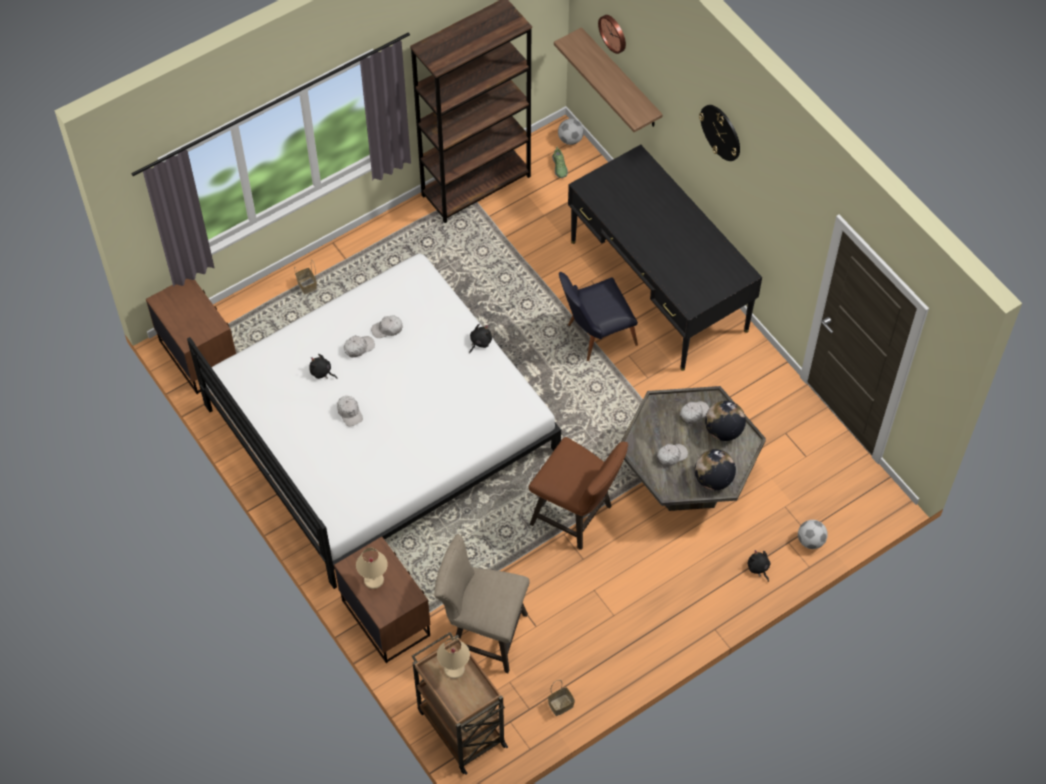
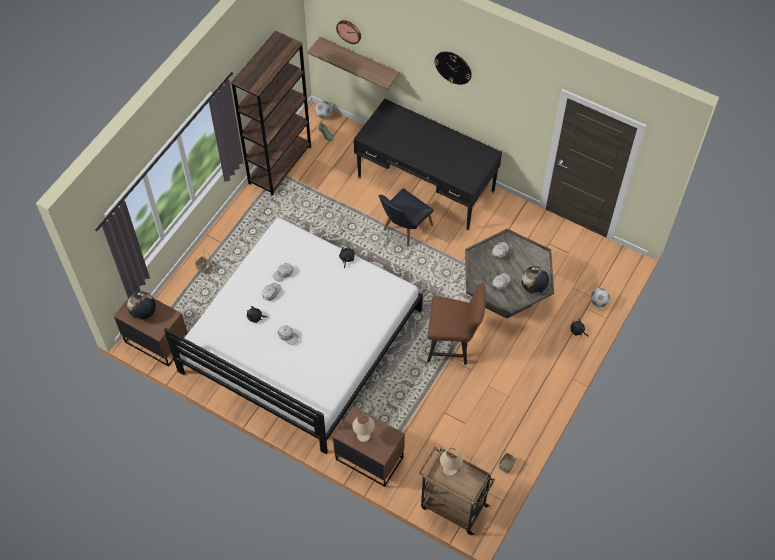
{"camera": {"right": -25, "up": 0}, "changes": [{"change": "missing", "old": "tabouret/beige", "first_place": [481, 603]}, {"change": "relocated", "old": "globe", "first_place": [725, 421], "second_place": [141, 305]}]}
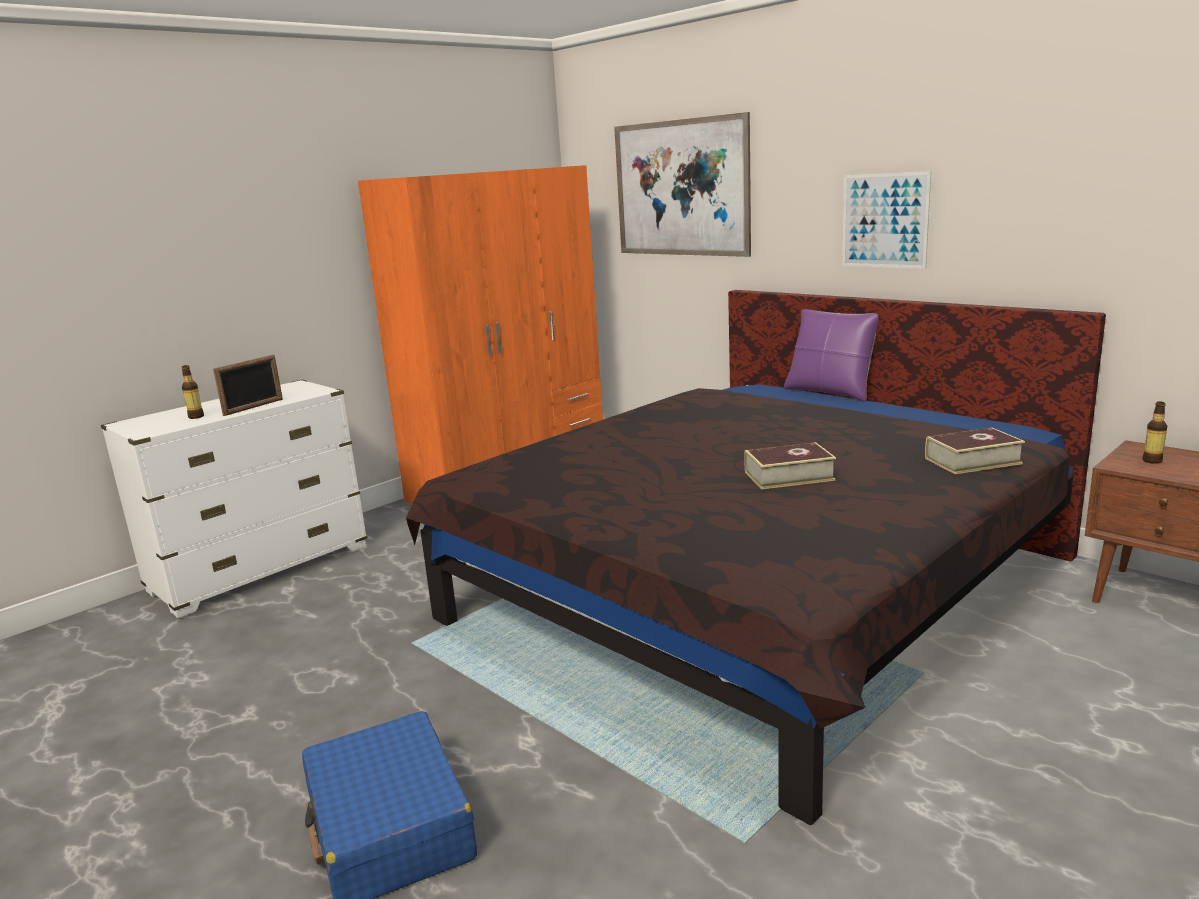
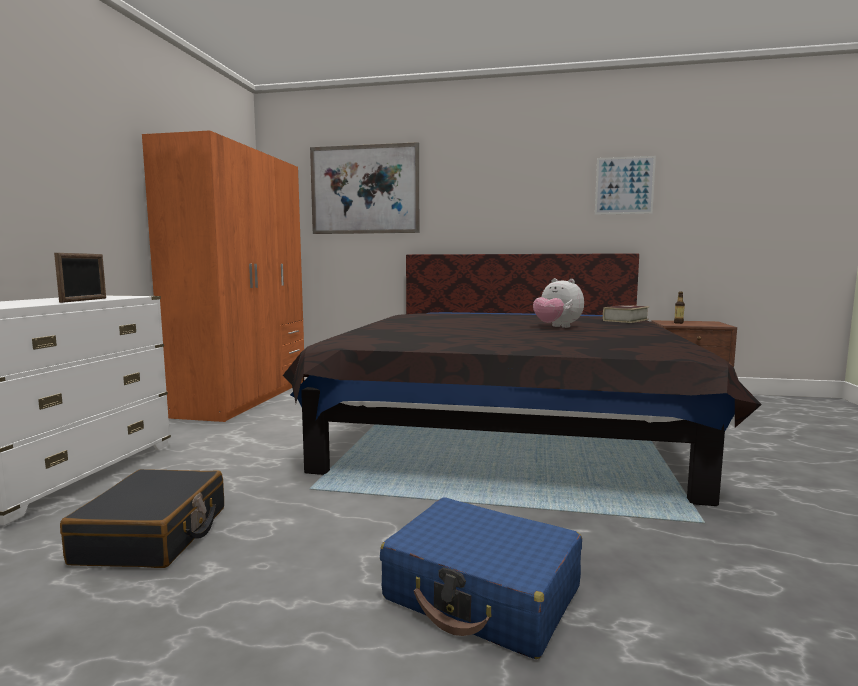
{"camera": {"right": -35, "up": -10}, "changes": [{"change": "missing", "old": "bouteille", "first_place": [193, 392]}, {"change": "missing", "old": "coussin/violet", "first_place": [831, 355]}, {"change": "appeared", "new": "valise/noir", "second_place": [142, 518]}, {"change": "relocated", "old": "tableau", "first_place": [886, 220], "second_place": [625, 185]}, {"change": "exchanged", "old": "livre", "new": "peluche", "first_place": [790, 465], "second_place": [558, 303]}]}
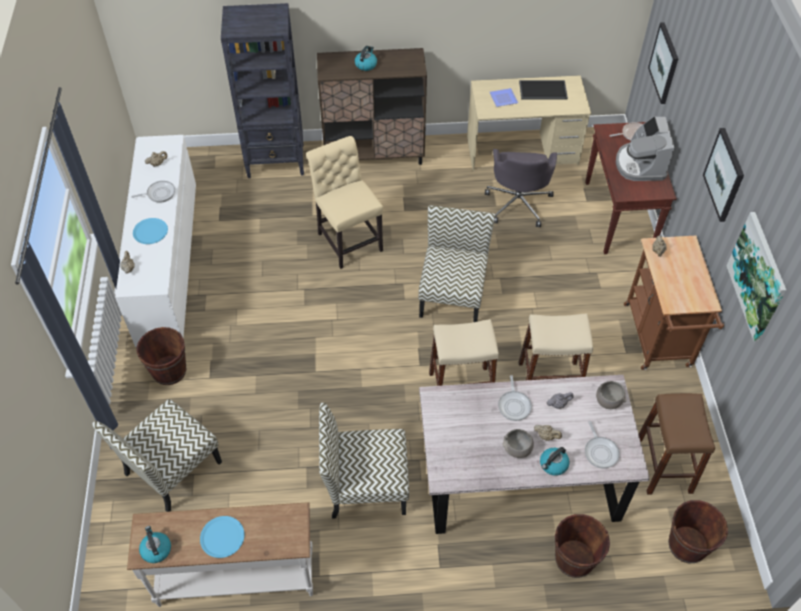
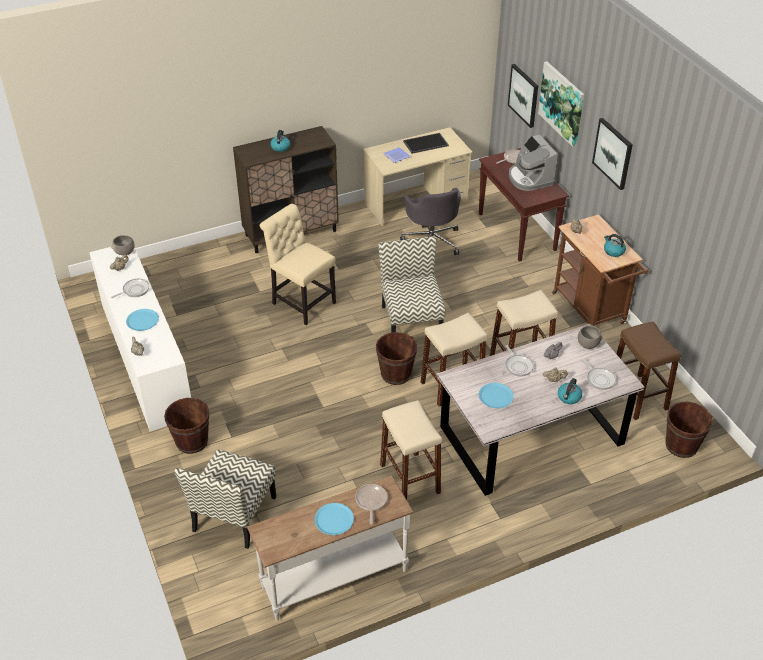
{"camera": {"right": -20, "up": -10}, "changes": [{"change": "missing", "old": "bibliothèque/noir", "first_place": [262, 90]}, {"change": "appeared", "new": "poêle", "second_place": [371, 504]}, {"change": "appeared", "new": "assiette/bleu", "second_place": [496, 395]}, {"change": "relocated", "old": "bouilloire", "first_place": [155, 544], "second_place": [615, 245]}, {"change": "relocated", "old": "bol/gris", "first_place": [518, 443], "second_place": [123, 245]}, {"change": "relocated", "old": "seau/marron", "first_place": [582, 546], "second_place": [396, 358]}, {"change": "relocated", "old": "tableau", "first_place": [756, 277], "second_place": [561, 105]}, {"change": "exchanged", "old": "chaise", "new": "tabouret/beige", "first_place": [364, 461], "second_place": [411, 450]}]}
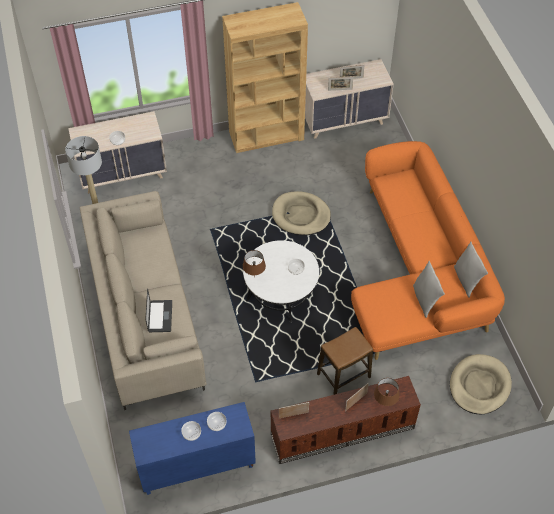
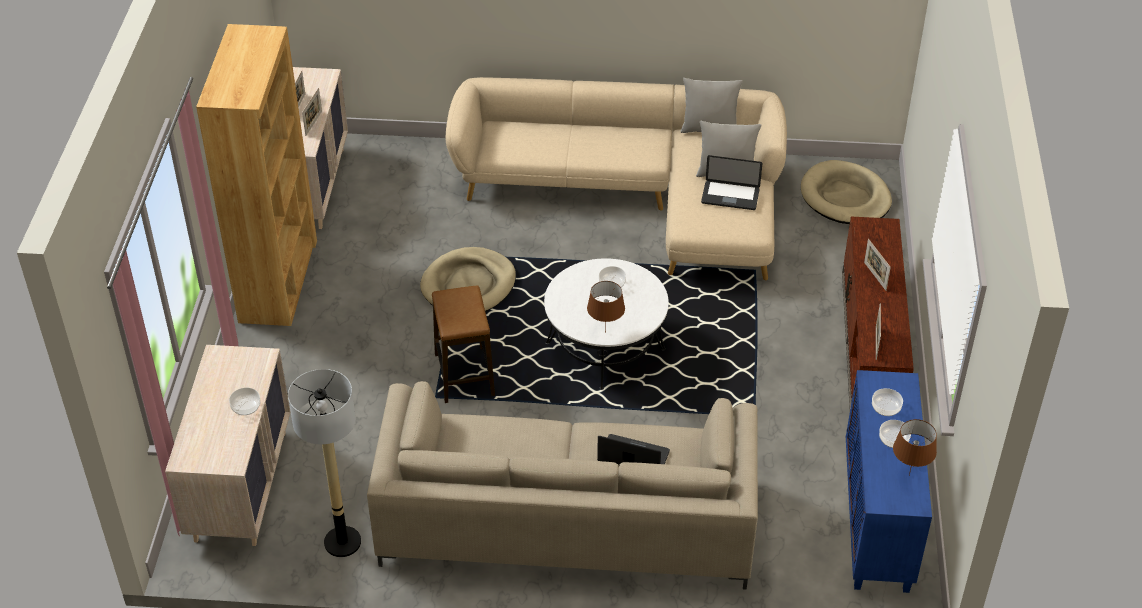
{"camera": {"right": -70, "up": -10}, "changes": [{"change": "appeared", "new": "ordinateur portable", "second_place": [731, 182]}, {"change": "relocated", "old": "tabouret", "first_place": [345, 361], "second_place": [463, 344]}, {"change": "relocated", "old": "lampe de table/marron", "first_place": [387, 392], "second_place": [915, 447]}, {"change": "colour", "old": "canapé/orange", "new": "canapé/beige", "first_place": [428, 250], "second_place": [616, 178]}]}
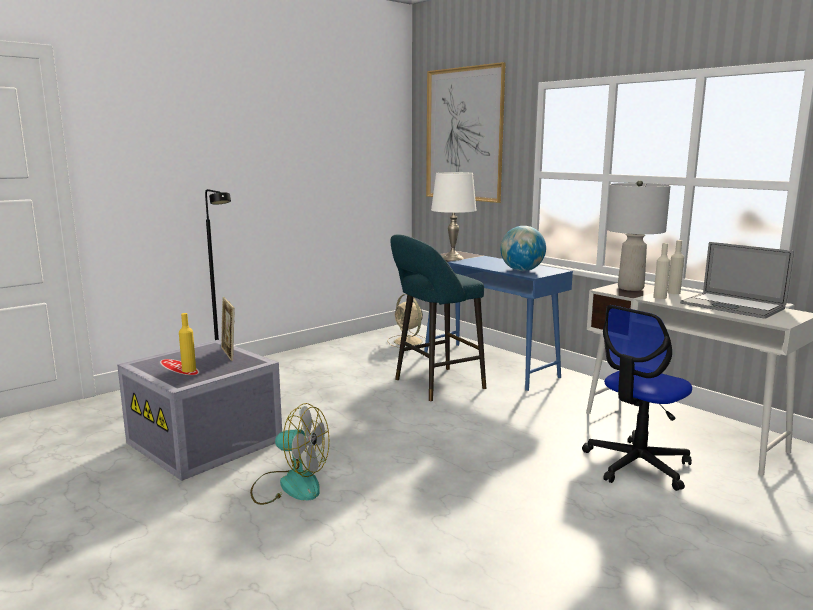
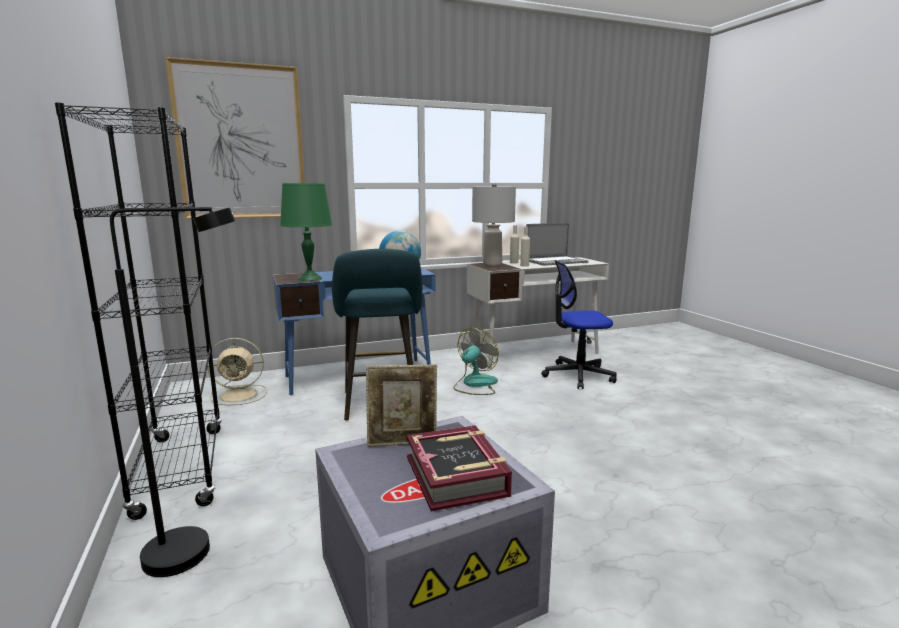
{"camera": {"right": -70, "up": 0}, "changes": [{"change": "appeared", "new": "bibliothèque/noir", "second_place": [138, 311]}, {"change": "relocated", "old": "ventilateur", "first_place": [289, 454], "second_place": [476, 361]}, {"change": "exchanged", "old": "bouteille/jaune", "new": "livre", "first_place": [187, 342], "second_place": [459, 468]}, {"change": "colour", "old": "lampe de table/blanc", "new": "lampe de table/vert", "first_place": [454, 216], "second_place": [306, 232]}, {"change": "spun", "old": "chaise de bureau", "first_place": [637, 398], "second_place": [579, 324], "degrees": 105}]}
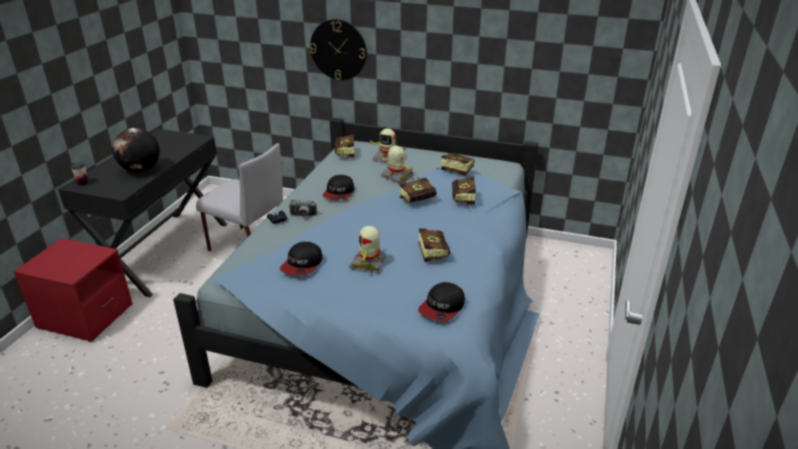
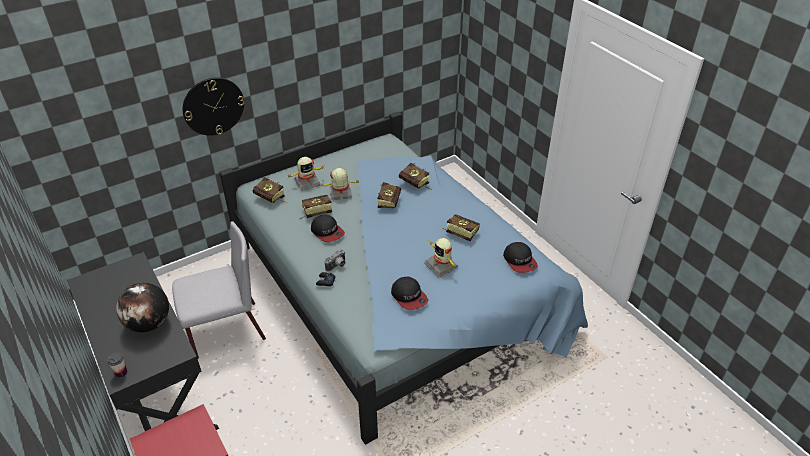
{"camera": {"right": -50, "up": 10}, "changes": [{"change": "relocated", "old": "livre", "first_place": [456, 164], "second_place": [315, 207]}]}
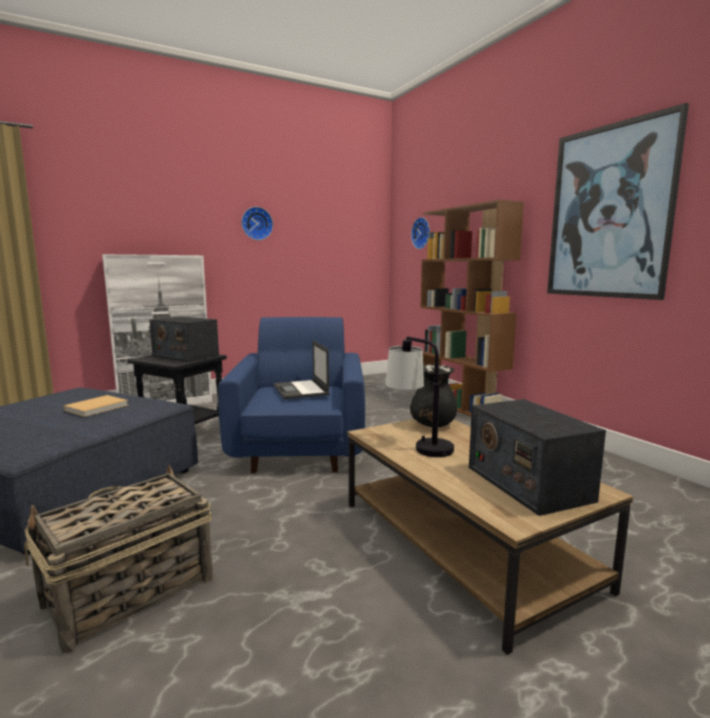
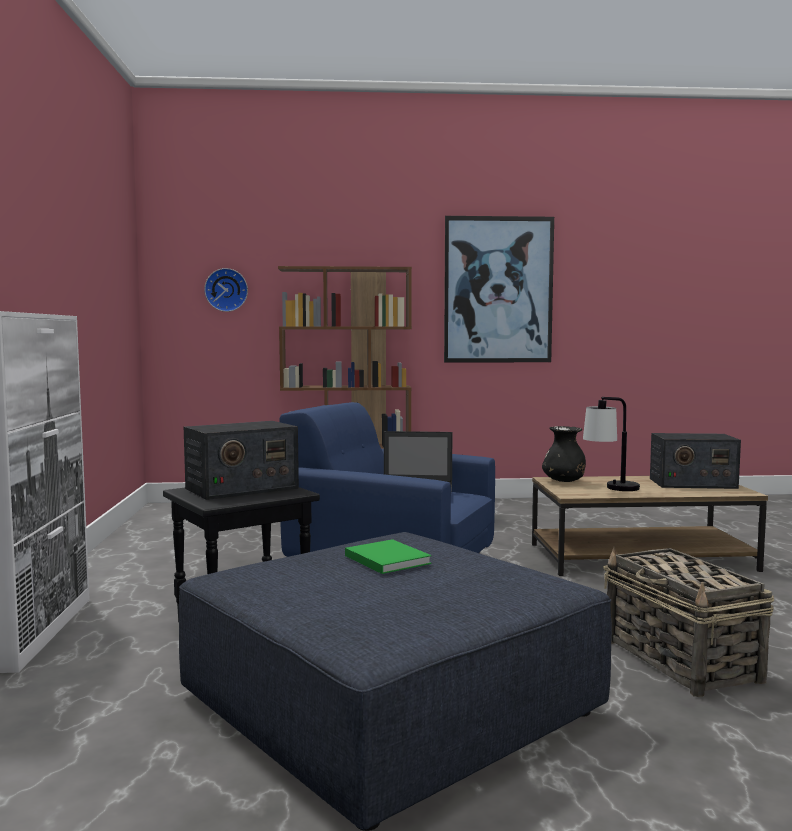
{"camera": {"right": -65, "up": -5}, "changes": [{"change": "missing", "old": "horloge murale", "first_place": [257, 223]}, {"change": "colour", "old": "livre/beige", "new": "livre/vert", "first_place": [96, 406], "second_place": [388, 556]}]}
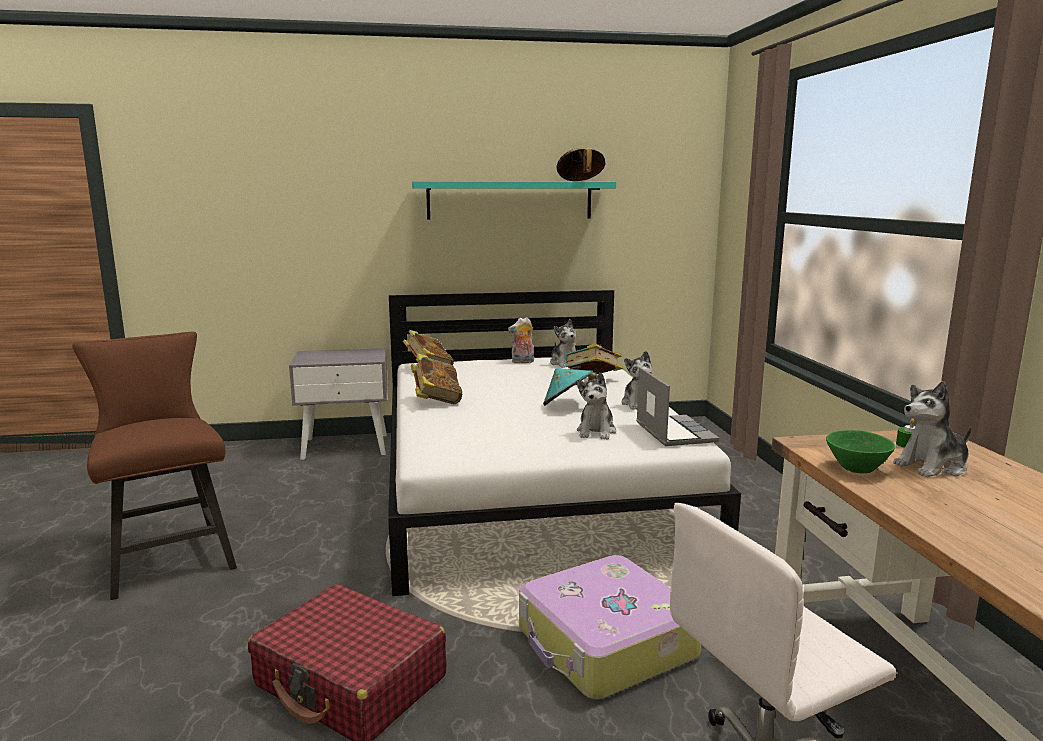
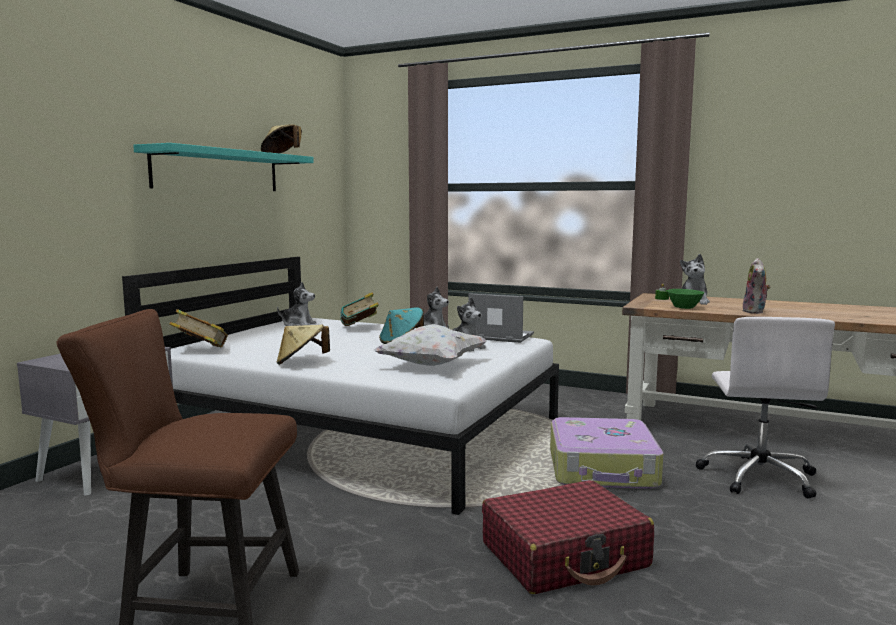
{"camera": {"right": -55, "up": -5}, "changes": [{"change": "appeared", "new": "coussin/blanc", "second_place": [430, 345]}, {"change": "relocated", "old": "peluche", "first_place": [521, 340], "second_place": [757, 286]}, {"change": "exchanged", "old": "livre", "new": "chapeau/beige", "first_place": [436, 378], "second_place": [303, 344]}]}
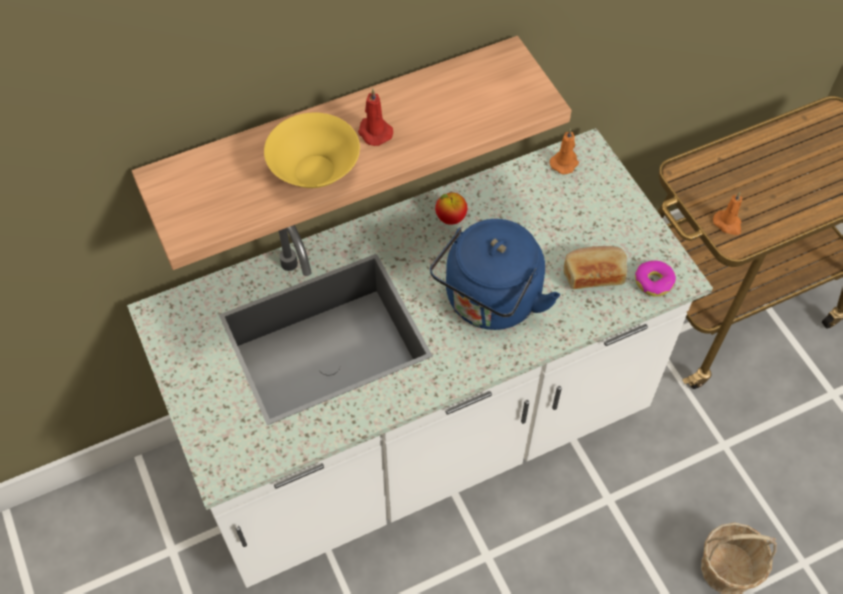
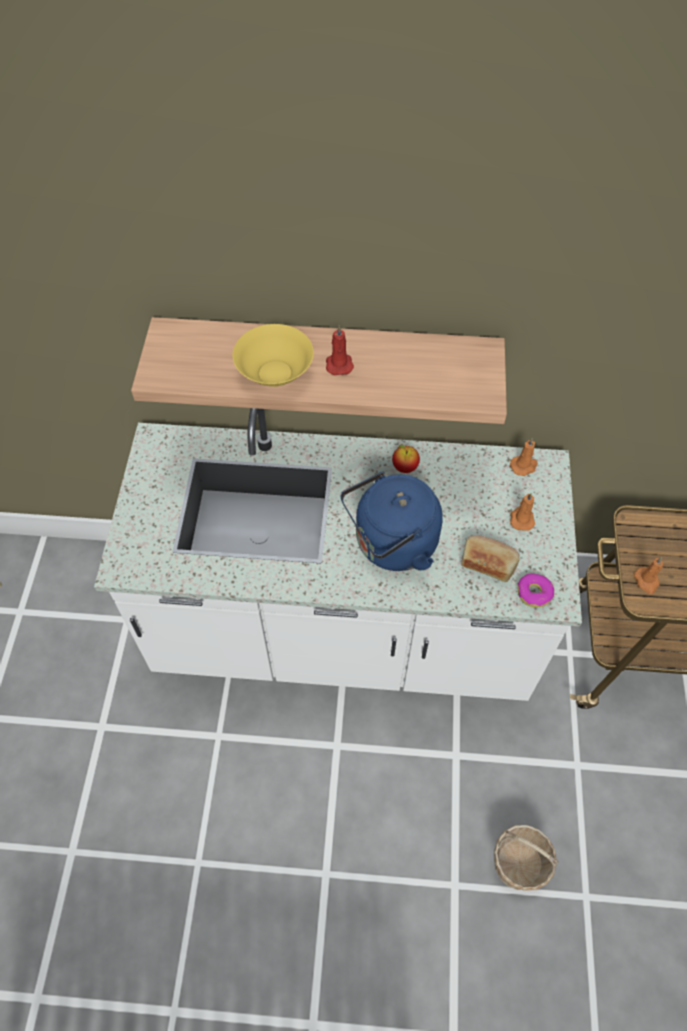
{"camera": {"right": 30, "up": 0}, "changes": [{"change": "appeared", "new": "bougie/orange", "second_place": [522, 512]}]}
